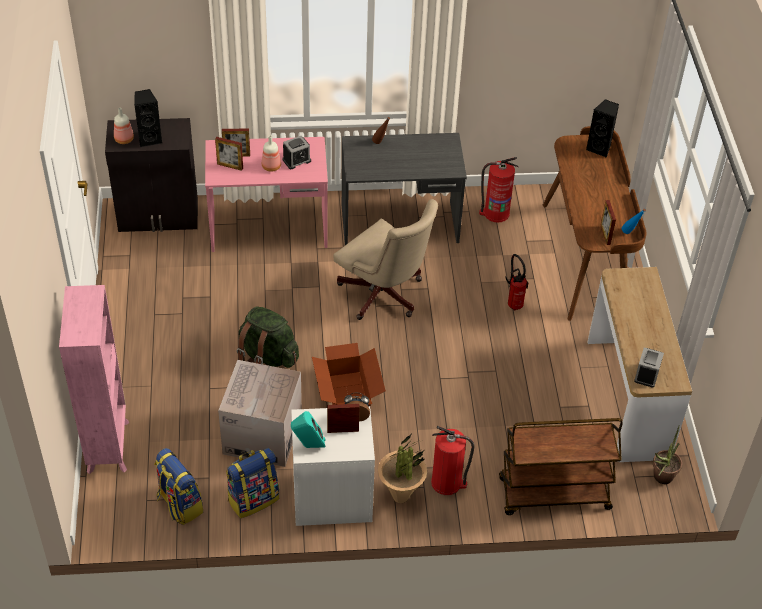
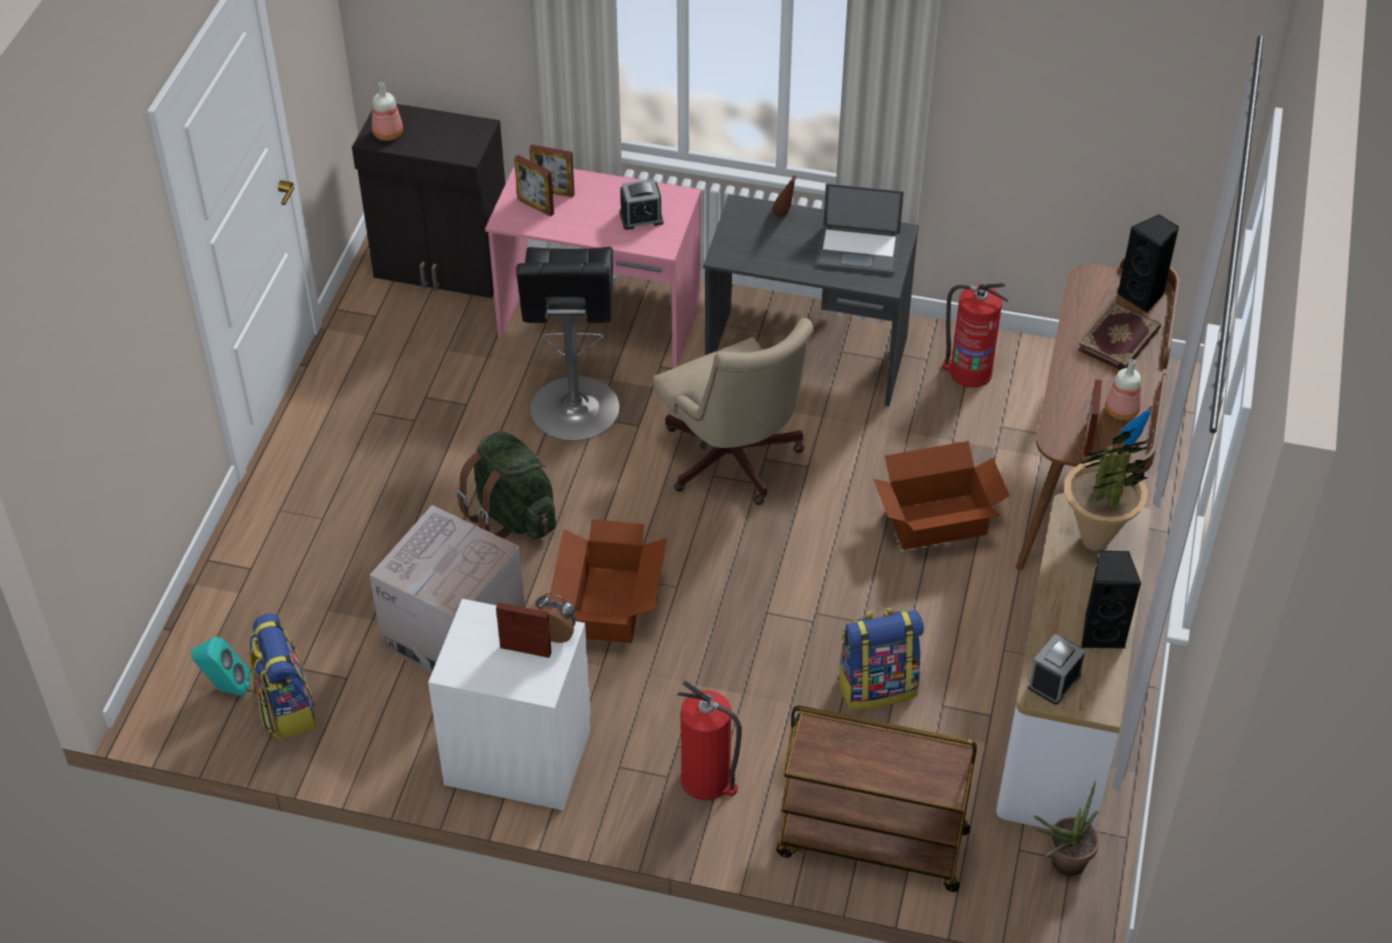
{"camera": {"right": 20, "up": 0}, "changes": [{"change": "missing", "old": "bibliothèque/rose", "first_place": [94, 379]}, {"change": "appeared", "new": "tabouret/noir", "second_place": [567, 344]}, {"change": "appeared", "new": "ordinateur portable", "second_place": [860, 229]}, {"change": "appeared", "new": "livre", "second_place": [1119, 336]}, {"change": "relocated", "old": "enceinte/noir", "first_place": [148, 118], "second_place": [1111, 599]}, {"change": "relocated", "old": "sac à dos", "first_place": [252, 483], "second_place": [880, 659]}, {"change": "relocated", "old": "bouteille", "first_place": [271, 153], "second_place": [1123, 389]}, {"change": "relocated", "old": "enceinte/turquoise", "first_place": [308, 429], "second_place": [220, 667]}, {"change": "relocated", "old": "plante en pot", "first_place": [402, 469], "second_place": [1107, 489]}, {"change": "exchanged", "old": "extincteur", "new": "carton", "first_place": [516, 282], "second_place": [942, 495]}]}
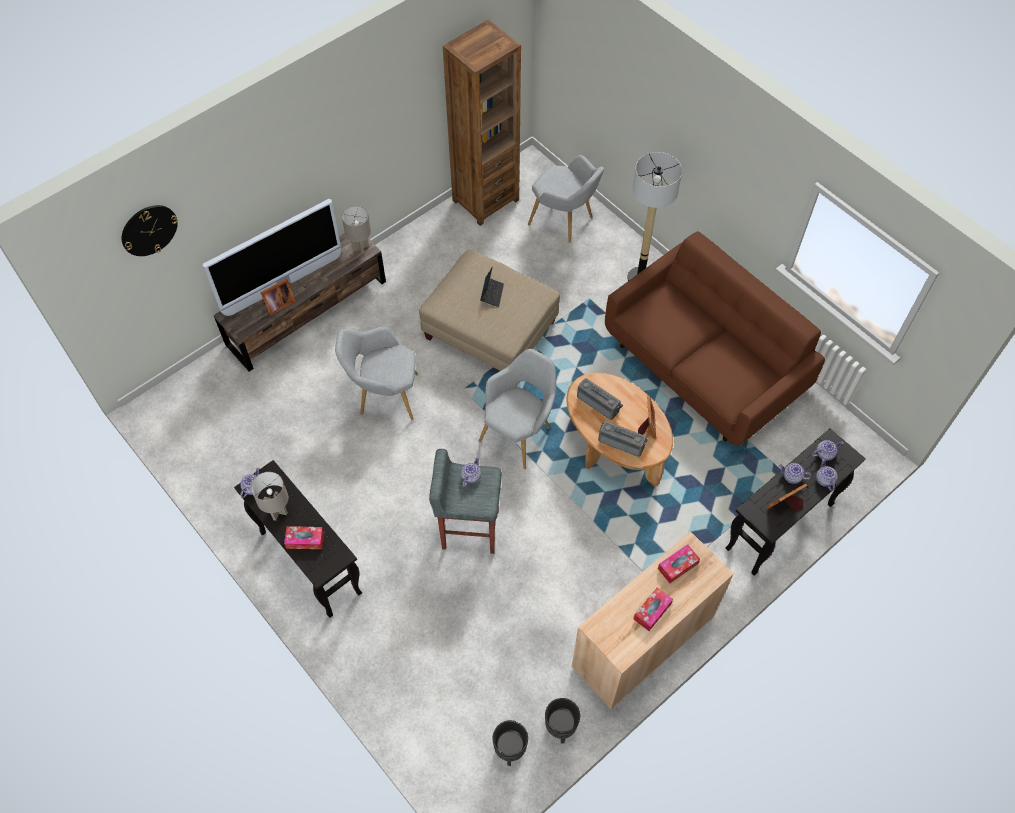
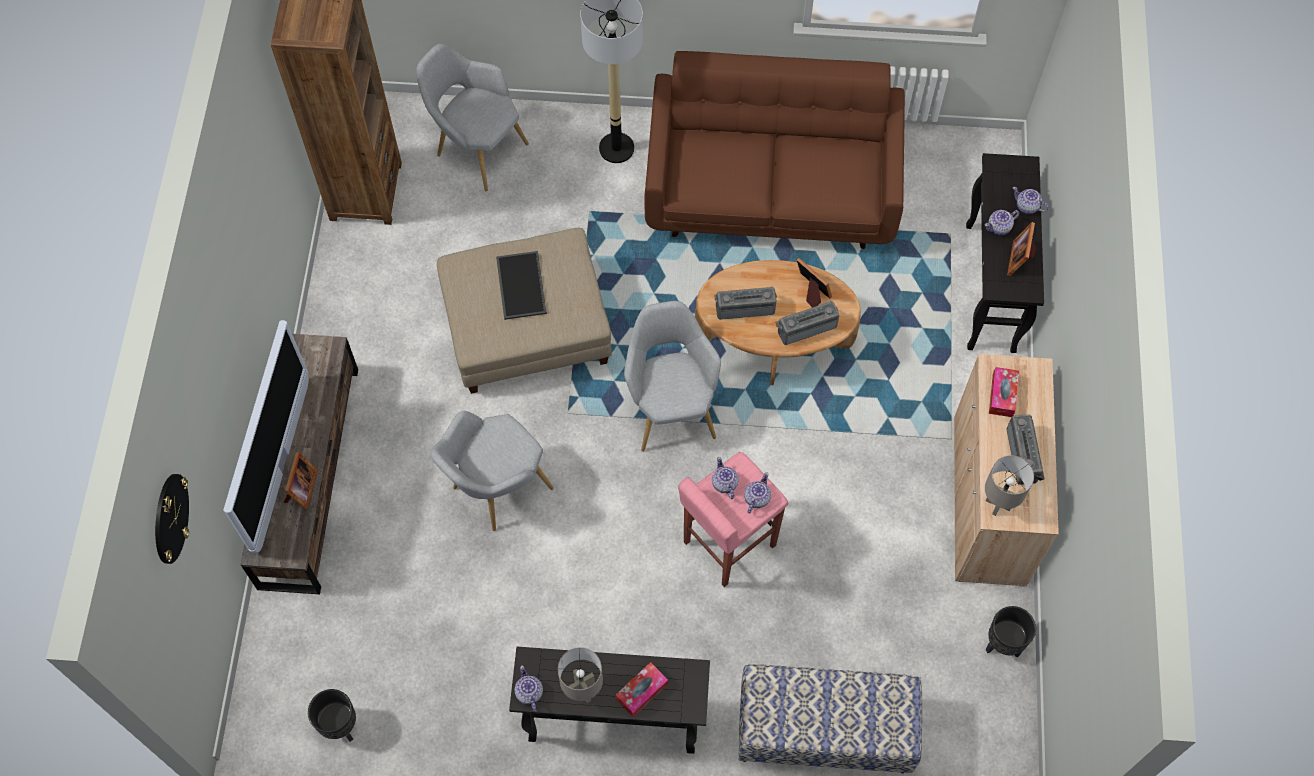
{"camera": {"right": -45, "up": 5}, "changes": [{"change": "appeared", "new": "banc", "second_place": [830, 718]}, {"change": "relocated", "old": "lampe de table/gris", "first_place": [356, 230], "second_place": [1009, 485]}, {"change": "relocated", "old": "cache-pot/noir", "first_place": [510, 743], "second_place": [332, 715]}, {"change": "relocated", "old": "théière", "first_place": [828, 450], "second_place": [757, 492]}, {"change": "exchanged", "old": "ordinateur portable", "new": "plateau", "first_place": [492, 287], "second_place": [521, 285]}, {"change": "exchanged", "old": "boîte à mouchoirs", "new": "radio", "first_place": [653, 609], "second_place": [1025, 449]}, {"change": "colour", "old": "tabouret/gris", "new": "tabouret/rose", "first_place": [465, 501], "second_place": [733, 519]}, {"change": "spun", "old": "fauteuil/gris", "first_place": [566, 199], "second_place": [472, 117], "degrees": -135}]}
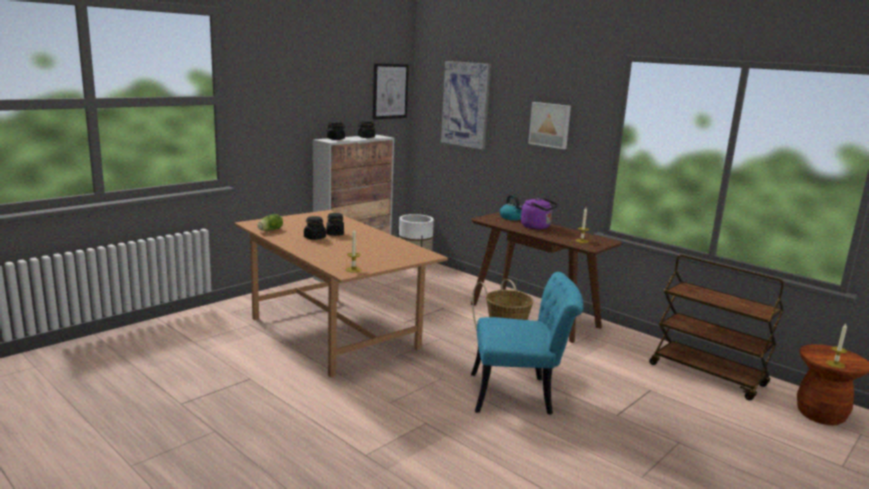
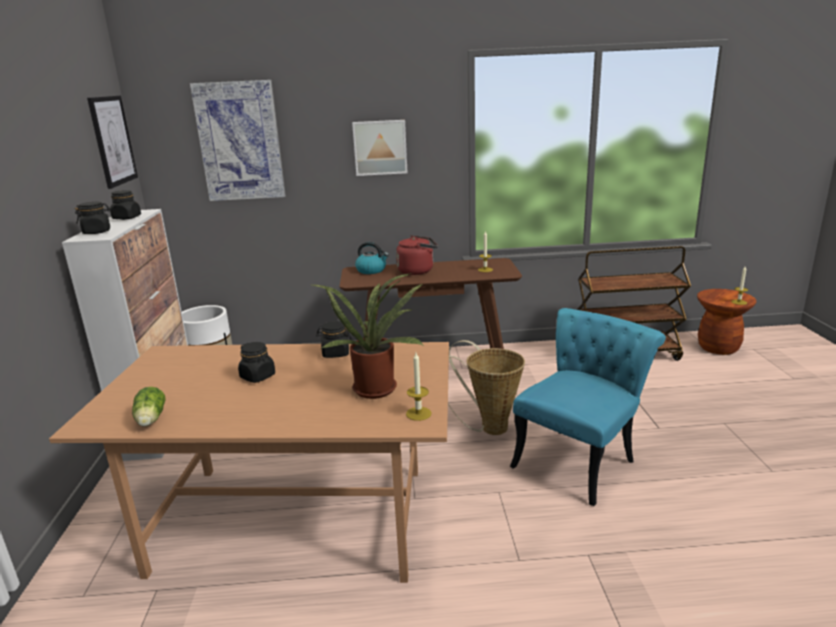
{"camera": {"right": -45, "up": 5}, "changes": [{"change": "appeared", "new": "plante en pot", "second_place": [368, 336]}, {"change": "relocated", "old": "bocal/noir", "first_place": [315, 228], "second_place": [334, 339]}, {"change": "colour", "old": "bouilloire/violet", "new": "bouilloire/rouge", "first_place": [540, 213], "second_place": [417, 255]}]}
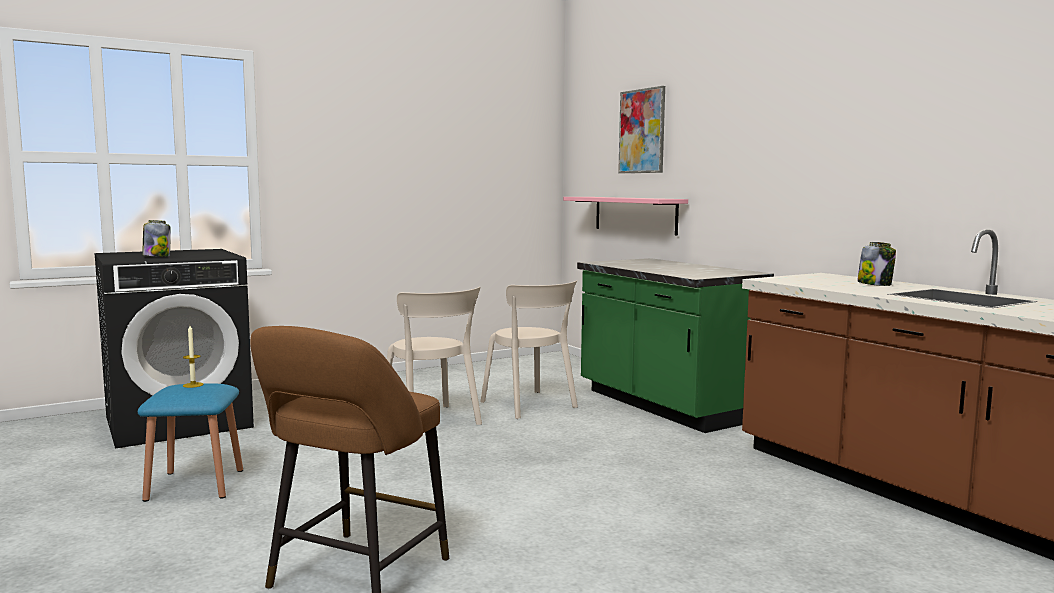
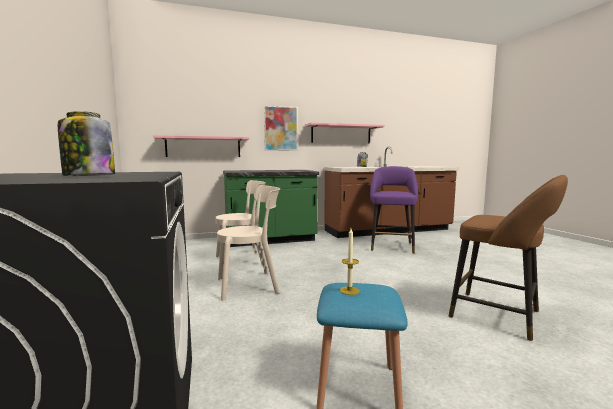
{"camera": {"right": -75, "up": 0}, "changes": [{"change": "appeared", "new": "étagère/rose", "second_place": [345, 133]}, {"change": "appeared", "new": "tabouret/violet", "second_place": [394, 210]}, {"change": "relocated", "old": "tableau", "first_place": [641, 129], "second_place": [281, 128]}]}
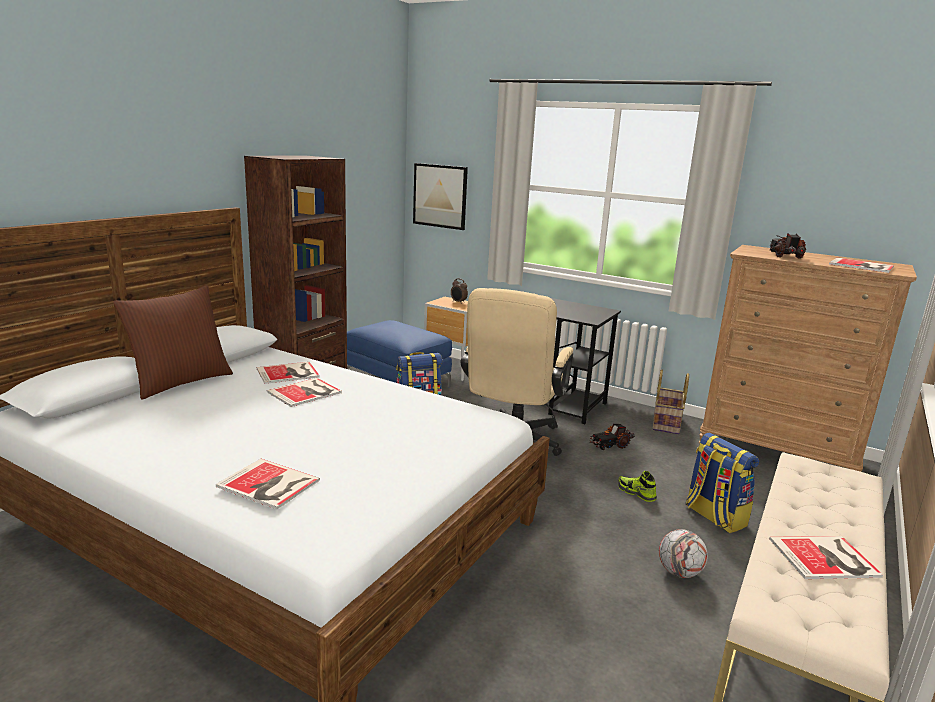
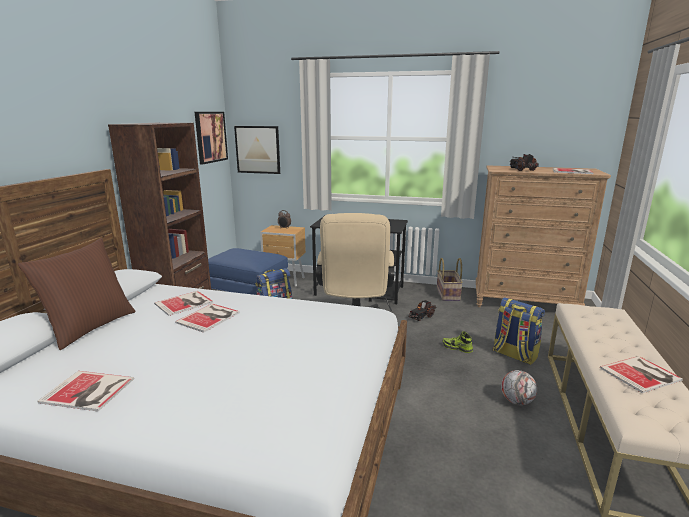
{"camera": {"right": -15, "up": 0}, "changes": [{"change": "appeared", "new": "tableau", "second_place": [211, 138]}, {"change": "relocated", "old": "livre", "first_place": [268, 484], "second_place": [85, 391]}]}
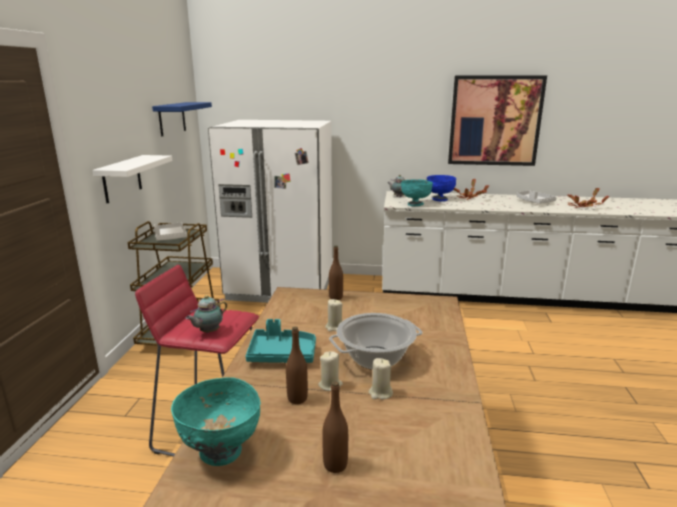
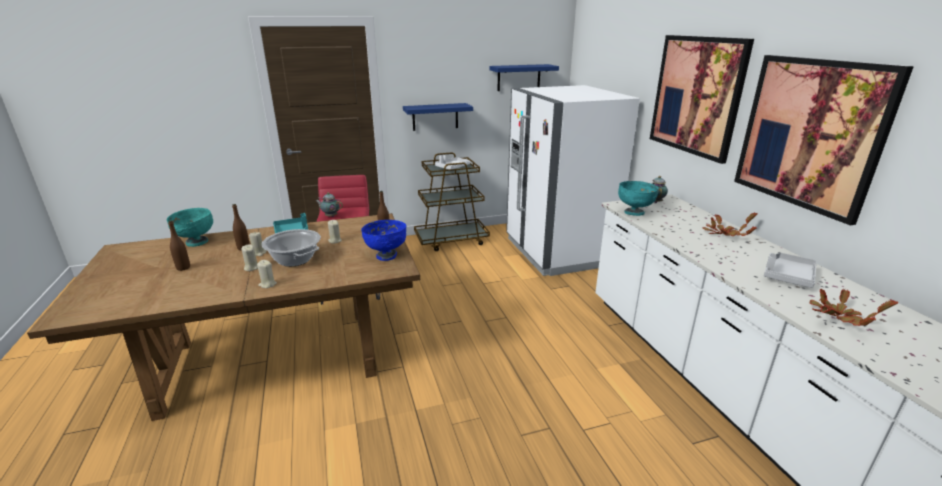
{"camera": {"right": 65, "up": 5}, "changes": [{"change": "appeared", "new": "bougie/beige", "second_place": [267, 274]}, {"change": "appeared", "new": "tableau", "second_place": [702, 99]}, {"change": "relocated", "old": "bol/bleu", "first_place": [441, 188], "second_place": [383, 240]}, {"change": "colour", "old": "étagère/blanc", "new": "étagère/bleu", "first_place": [132, 179], "second_place": [438, 117]}]}
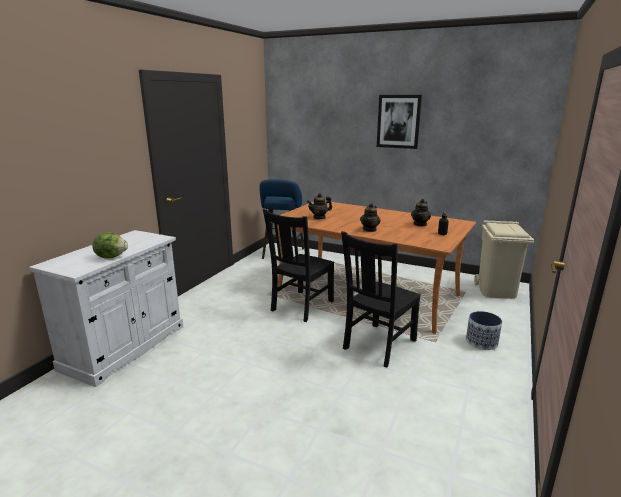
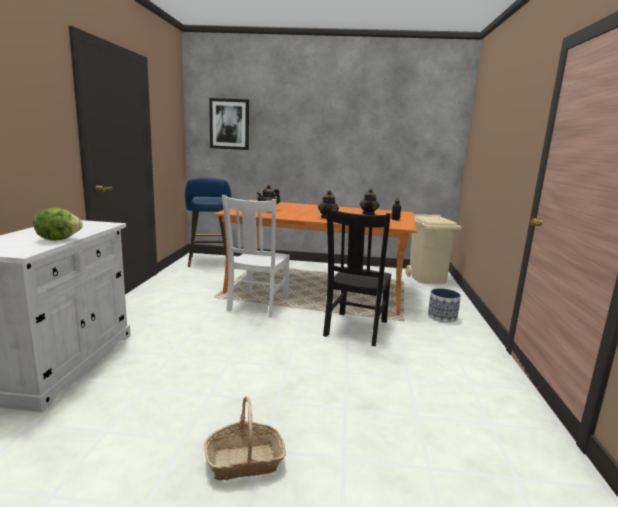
{"camera": {"right": -20, "up": -5}, "changes": [{"change": "appeared", "new": "panier", "second_place": [245, 438]}, {"change": "relocated", "old": "tableau", "first_place": [399, 122], "second_place": [229, 124]}, {"change": "colour", "old": "chaise/noir", "new": "chaise/blanc", "first_place": [298, 265], "second_place": [256, 256]}]}
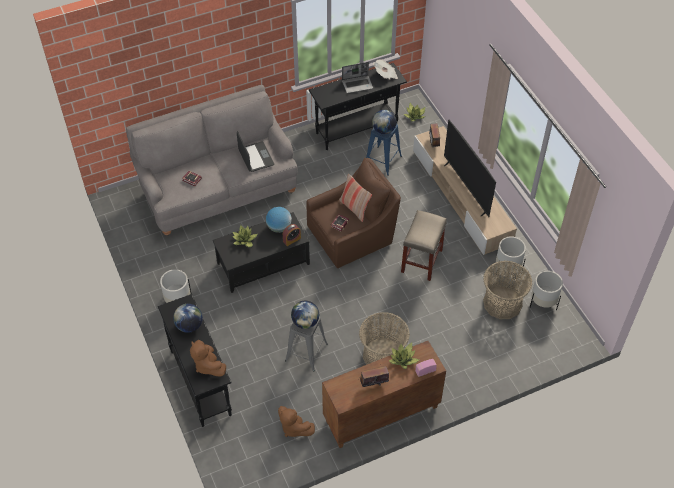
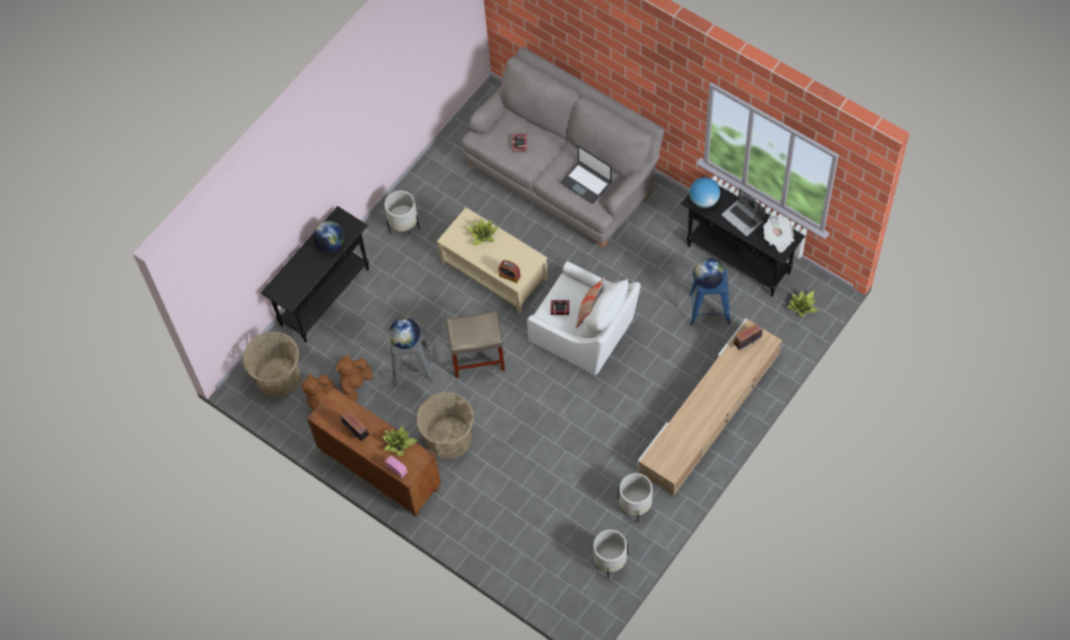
{"camera": {"right": 65, "up": 10}, "changes": [{"change": "missing", "old": "téléviseur", "first_place": [470, 168]}, {"change": "relocated", "old": "peluche/marron", "first_place": [208, 358], "second_place": [354, 378]}, {"change": "relocated", "old": "globe", "first_place": [279, 220], "second_place": [704, 192]}, {"change": "relocated", "old": "tabouret/beige", "first_place": [424, 245], "second_place": [475, 344]}, {"change": "relocated", "old": "panier", "first_place": [507, 290], "second_place": [272, 364]}, {"change": "colour", "old": "table basse/noir", "new": "table basse/beige", "first_place": [261, 252], "second_place": [492, 261]}, {"change": "colour", "old": "fauteuil/marron", "new": "fauteuil/blanc", "first_place": [353, 213], "second_place": [584, 318]}, {"change": "spun", "old": "ordinateur portable", "first_place": [255, 151], "second_place": [586, 175], "degrees": 90}]}
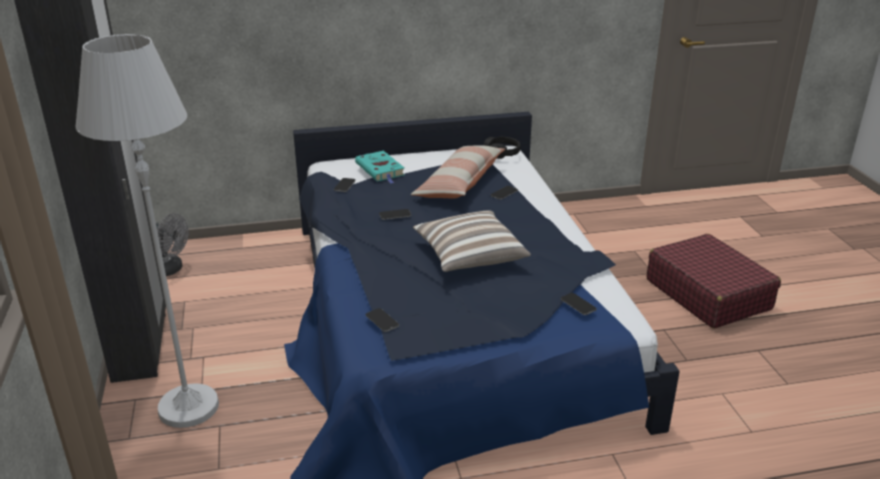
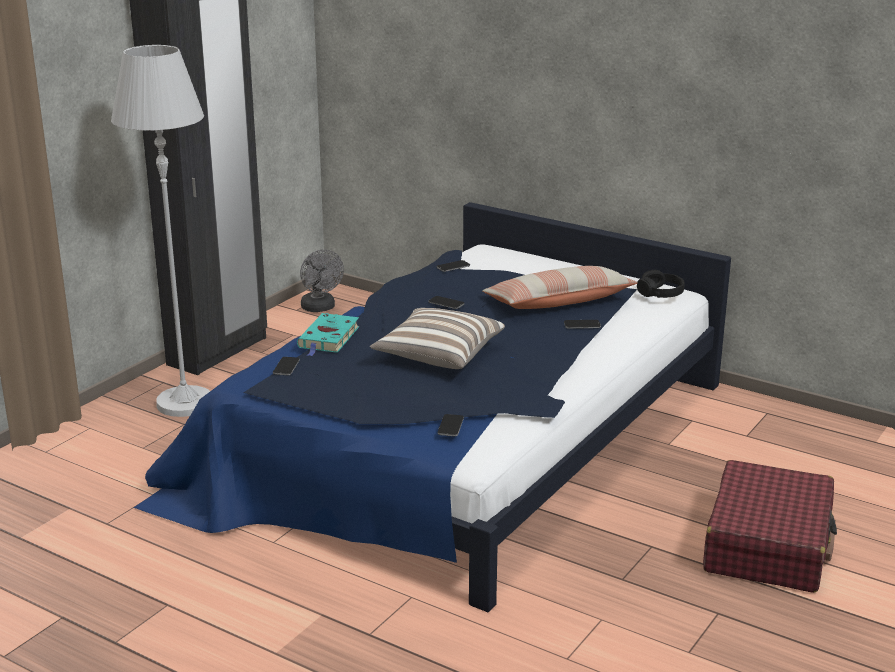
{"camera": {"right": 45, "up": -5}, "changes": [{"change": "relocated", "old": "livre/turquoise", "first_place": [380, 167], "second_place": [328, 334]}]}
